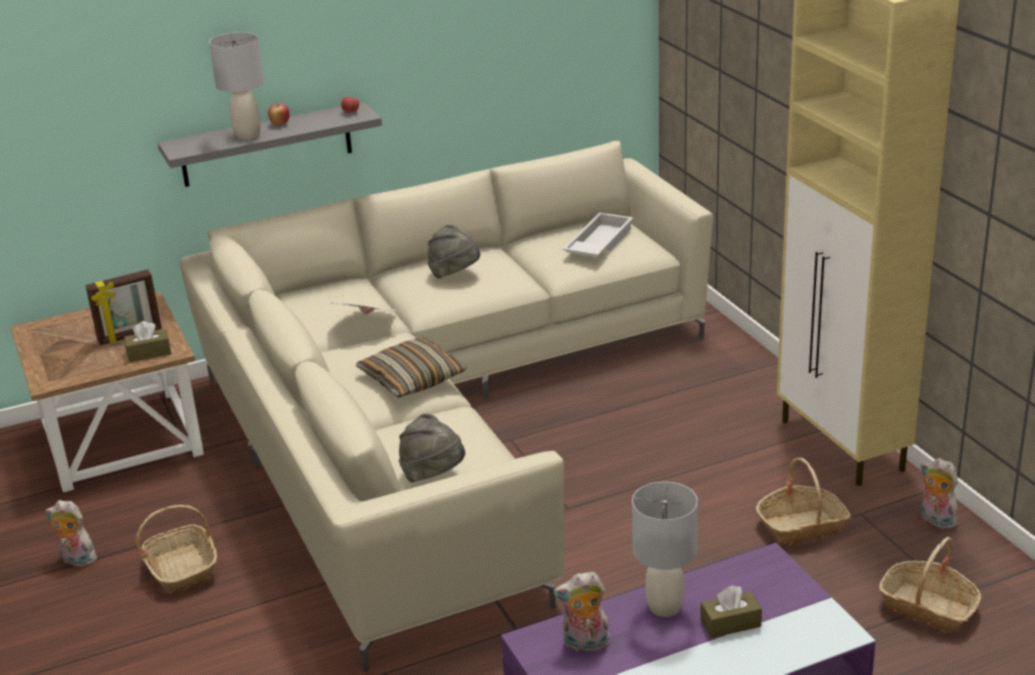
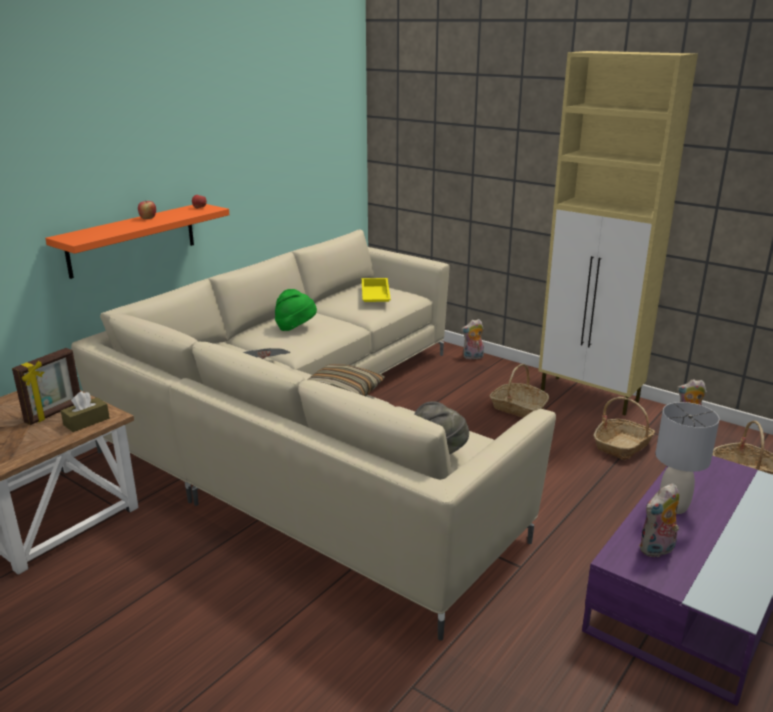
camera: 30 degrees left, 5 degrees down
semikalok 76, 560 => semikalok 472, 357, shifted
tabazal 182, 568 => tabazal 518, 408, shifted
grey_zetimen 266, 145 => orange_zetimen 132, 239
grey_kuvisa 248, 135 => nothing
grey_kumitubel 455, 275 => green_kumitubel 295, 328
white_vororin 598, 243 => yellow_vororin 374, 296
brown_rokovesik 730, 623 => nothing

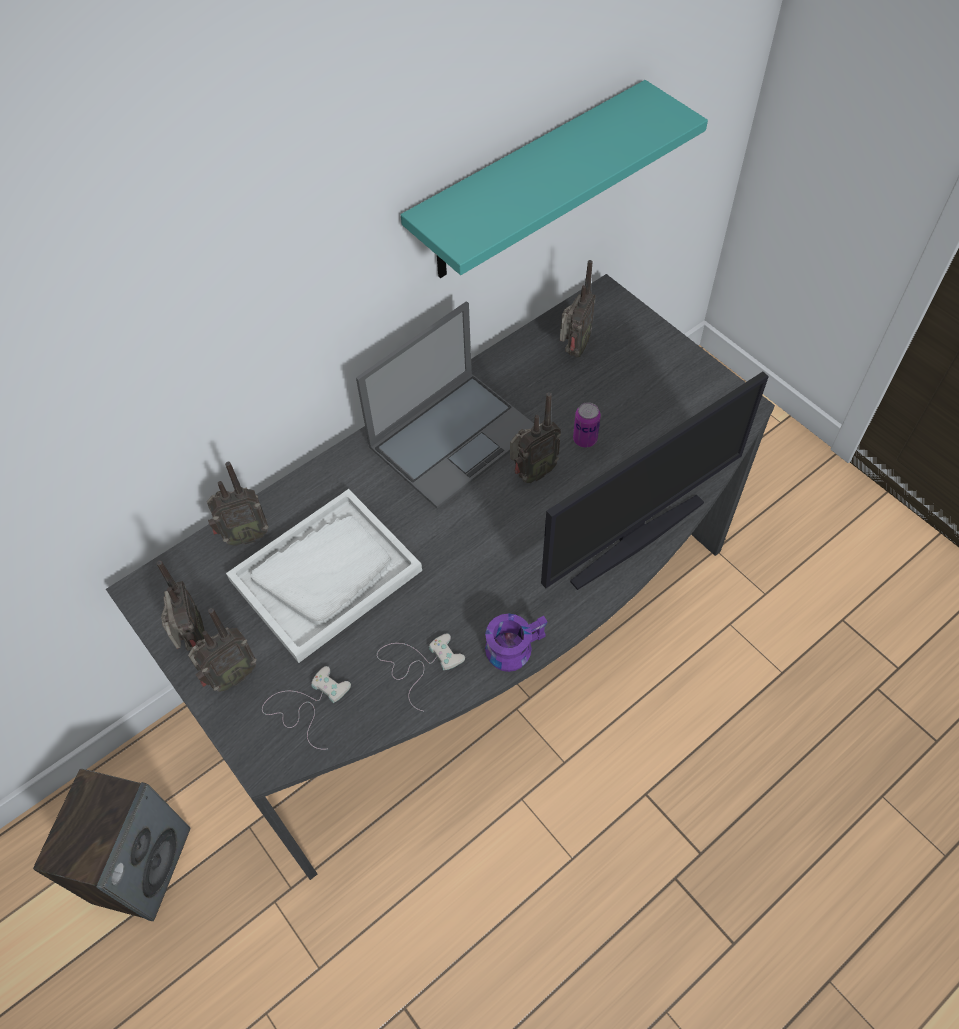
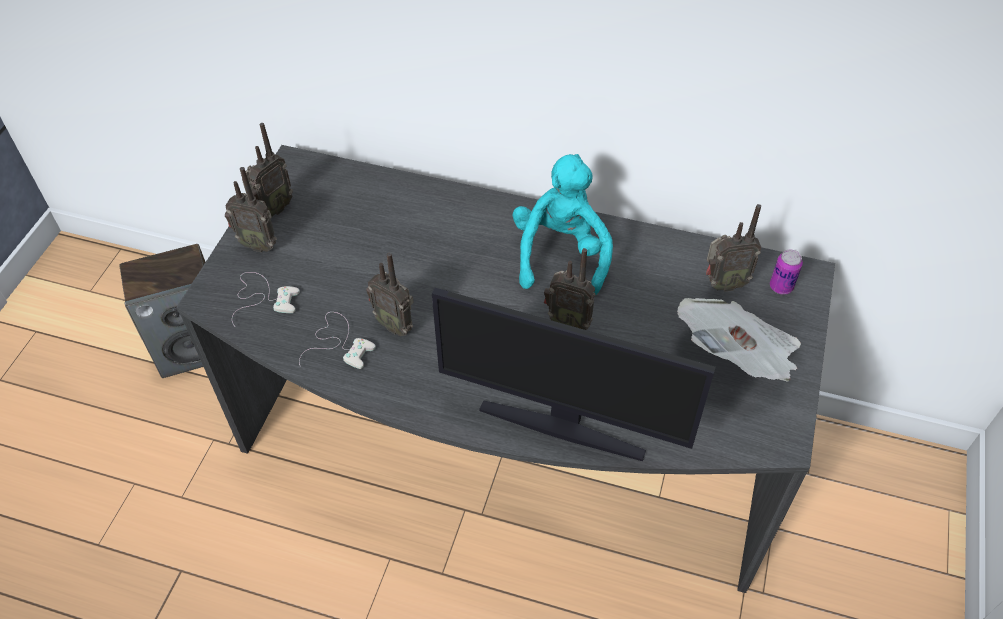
camera: 55 degrees right, 5 degrees down
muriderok 244, 535 => muriderok 395, 324, shifted
white_vororin 326, 575 => nothing
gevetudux 454, 437 => turquoise_semikalok 561, 254
turquoise_zetimen 528, 185 => nothing
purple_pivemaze 513, 646 => nothing
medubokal 585, 439 => medubokal 781, 286, shifted
nothing => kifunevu 737, 357

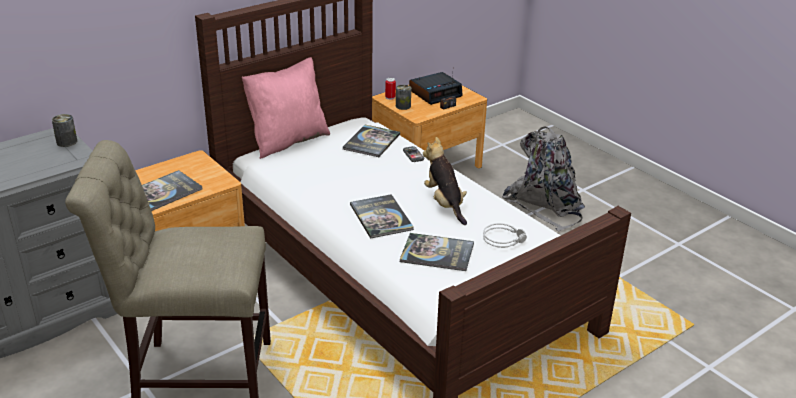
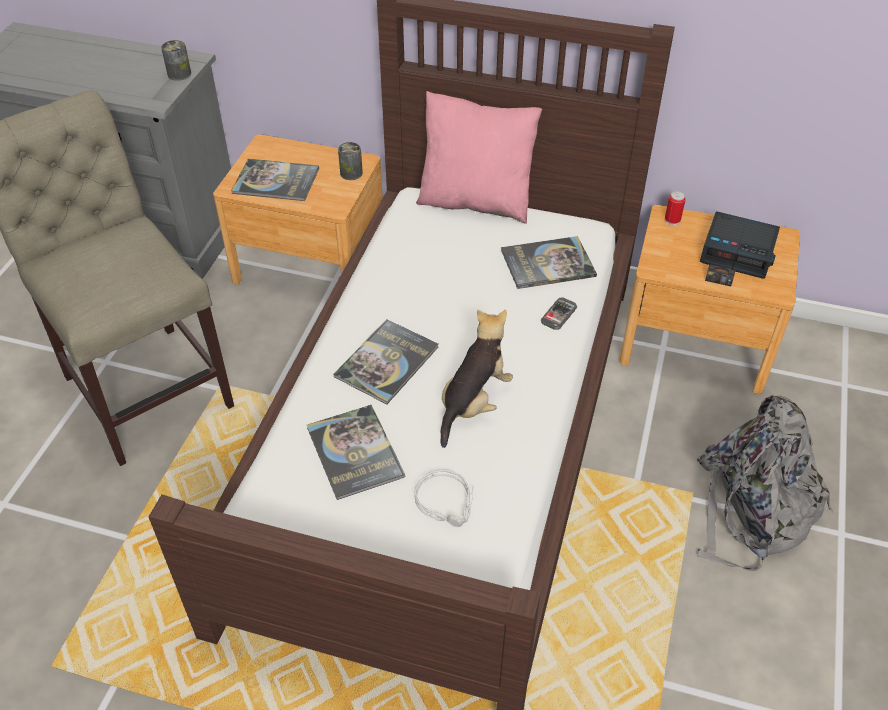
camera: 55 degrees right, 15 degrees up
medubokal 403, 106 => medubokal 351, 173, shifted

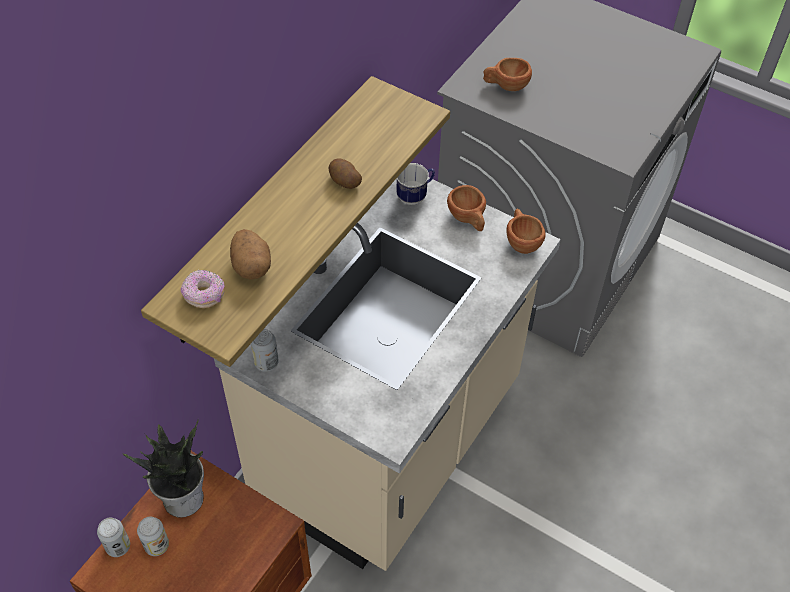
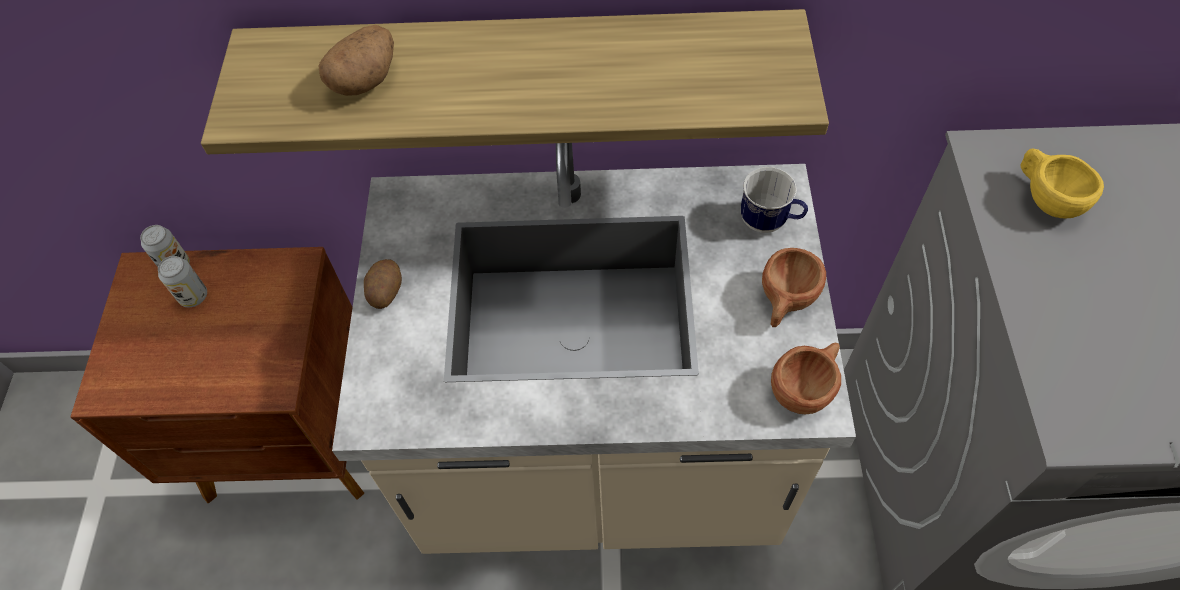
camera: 60 degrees right, 5 degrees up
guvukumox 183, 497 => nothing
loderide 204, 295 => nothing
medubokal 266, 363 => nothing
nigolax 344, 181 => nigolax 385, 291, shifted
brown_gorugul 505, 86 => yellow_gorugul 1045, 198

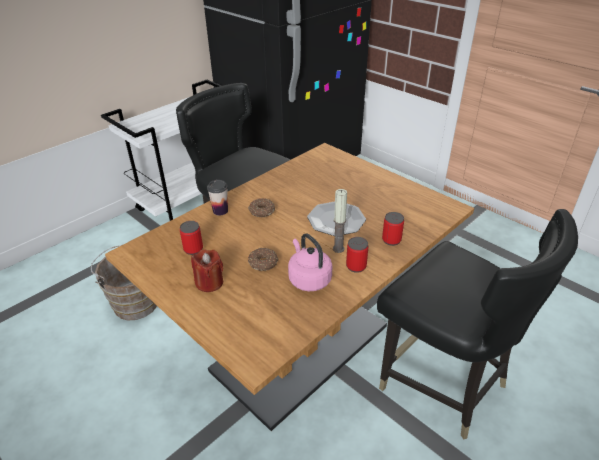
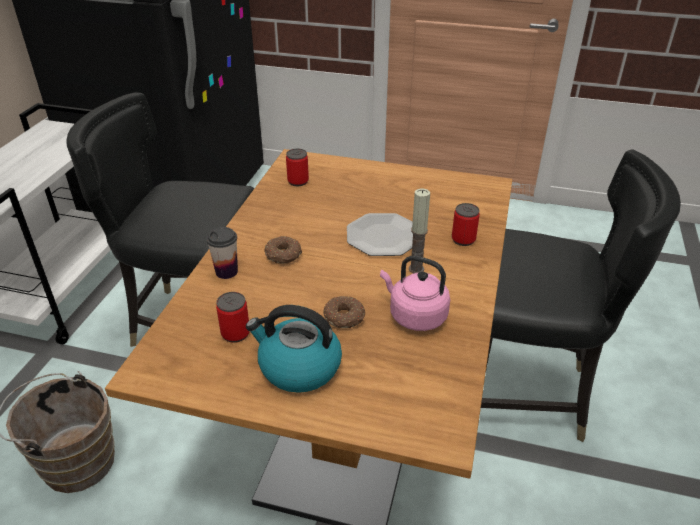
camera: 30 degrees left, 0 degrees up
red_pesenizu 209, 282 => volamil 298, 367
medubokal 356, 266 => medubokal 298, 181, shifted

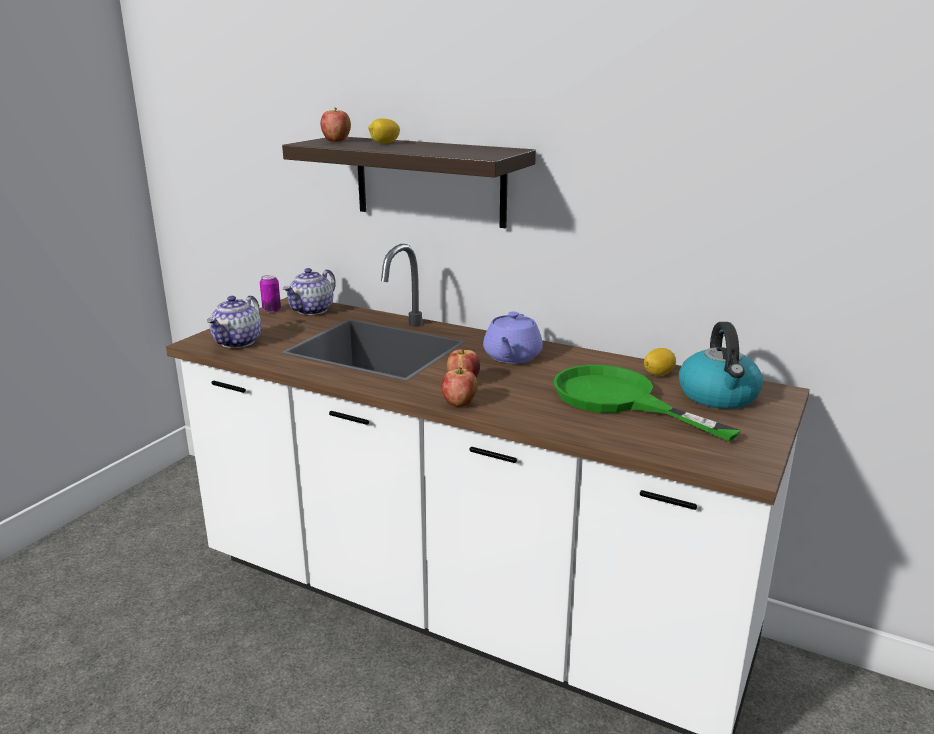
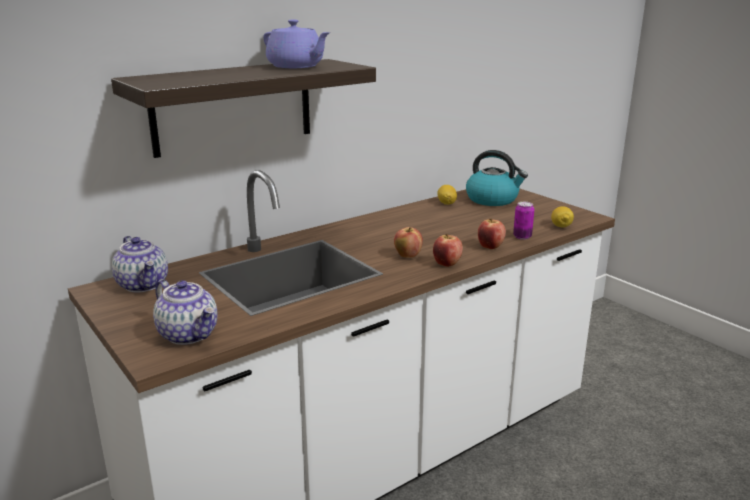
camera: 65 degrees left, 0 degrees up
medubokal 271, 310 => medubokal 522, 237, shifted
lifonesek 336, 141 => lifonesek 490, 247, shifted
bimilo 384, 143 => bimilo 561, 226, shifted
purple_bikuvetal 512, 357 => purple_bikuvetal 296, 66, shifted
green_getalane 618, 400 => nothing

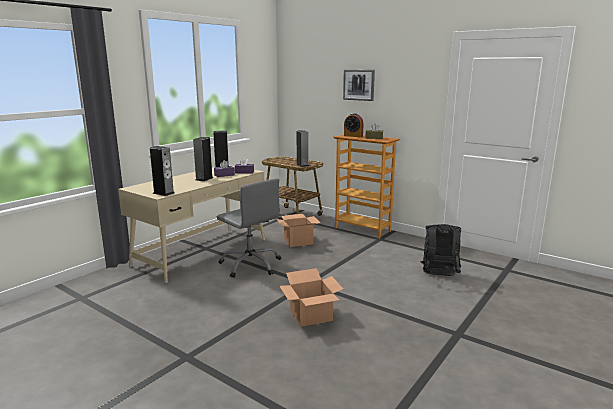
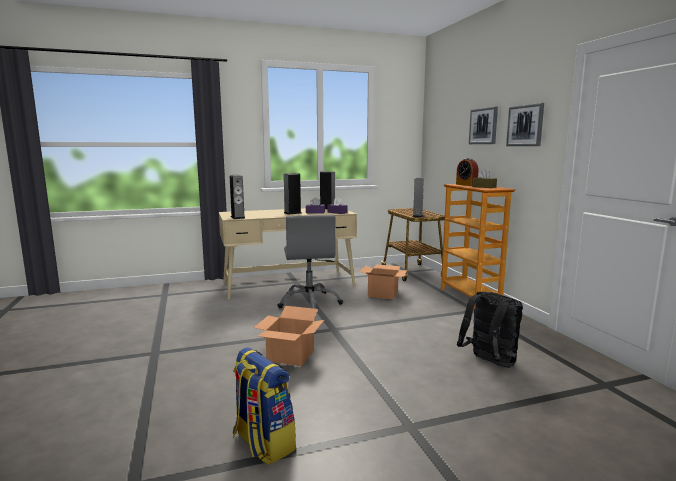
camera: 35 degrees right, 5 degrees down
nothing => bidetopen 262, 443
nothing => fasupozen 525, 125

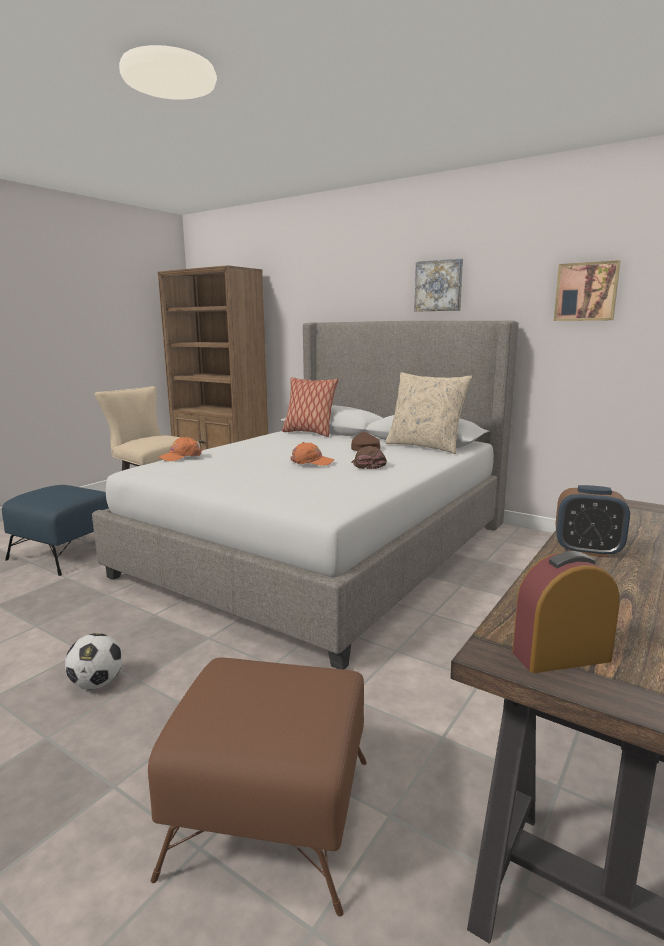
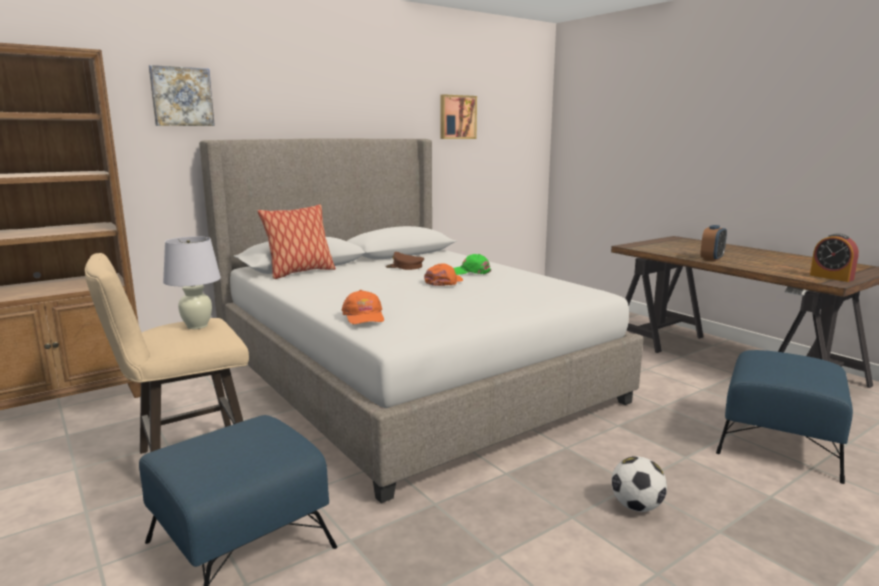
camera: 70 degrees left, 0 degrees up
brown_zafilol 272, 815 => blue_zafilol 779, 443
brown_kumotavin 367, 465 => green_kumotavin 470, 272
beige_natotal 425, 446 => nothing
fasupozen 439, 286 => fasupozen 181, 97, shifted
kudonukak 561, 656 => kudonukak 831, 277, 45 degrees counterclockwise
nothing => white_kuvisa 197, 326

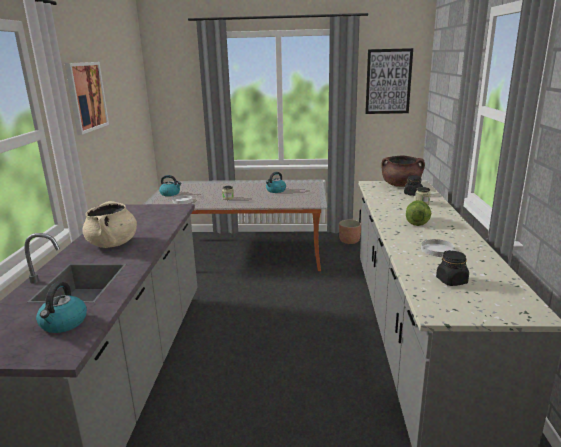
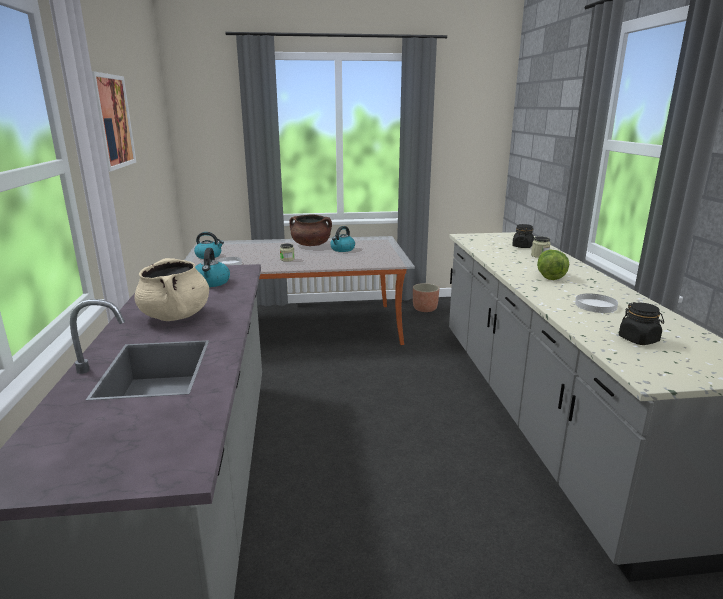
camera: 10 degrees left, 0 degrees up
volamil 63, 323 => volamil 211, 283, shifted
fasupozen 388, 81 => nothing
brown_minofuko 401, 185 => brown_minofuko 311, 245, shifted

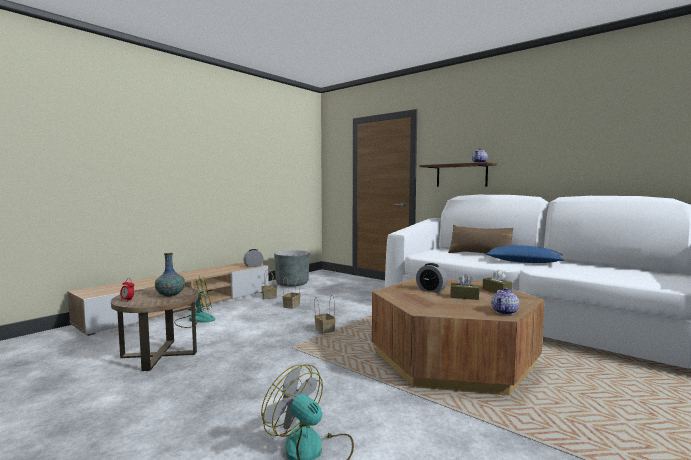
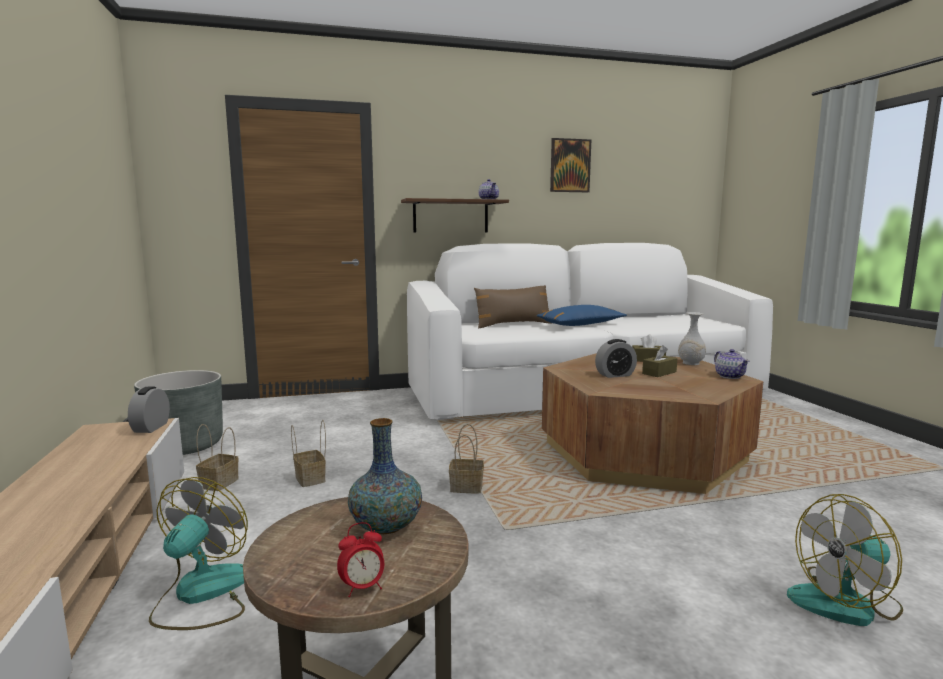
camera: 55 degrees left, 5 degrees up
nothing => fasupozen 570, 165
nothing => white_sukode 690, 363

